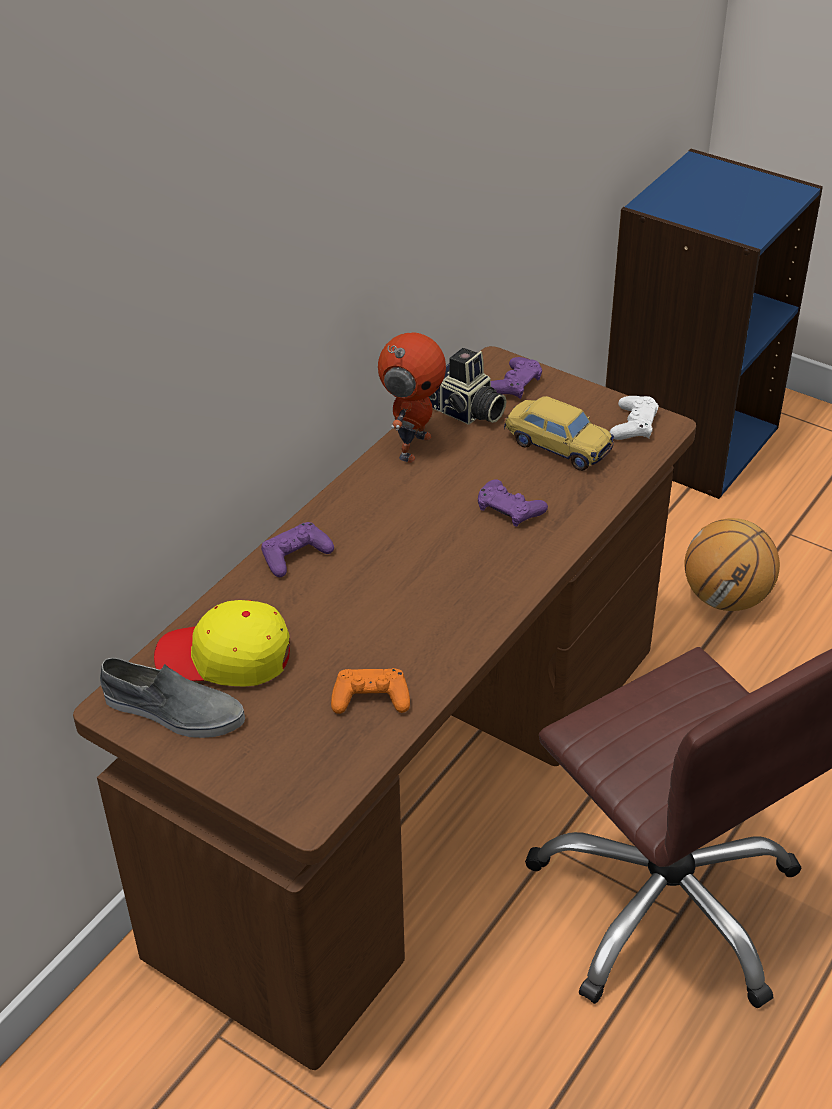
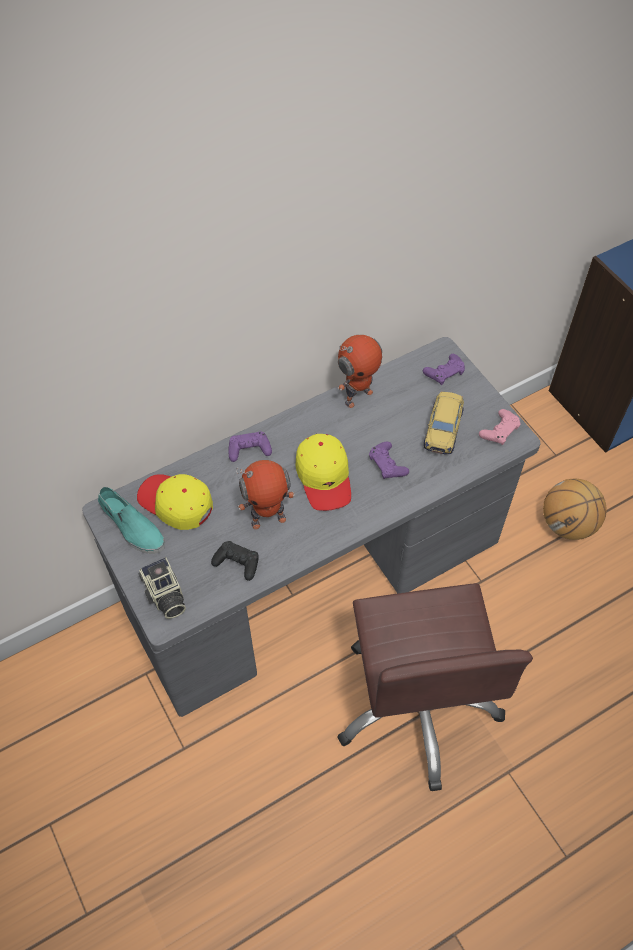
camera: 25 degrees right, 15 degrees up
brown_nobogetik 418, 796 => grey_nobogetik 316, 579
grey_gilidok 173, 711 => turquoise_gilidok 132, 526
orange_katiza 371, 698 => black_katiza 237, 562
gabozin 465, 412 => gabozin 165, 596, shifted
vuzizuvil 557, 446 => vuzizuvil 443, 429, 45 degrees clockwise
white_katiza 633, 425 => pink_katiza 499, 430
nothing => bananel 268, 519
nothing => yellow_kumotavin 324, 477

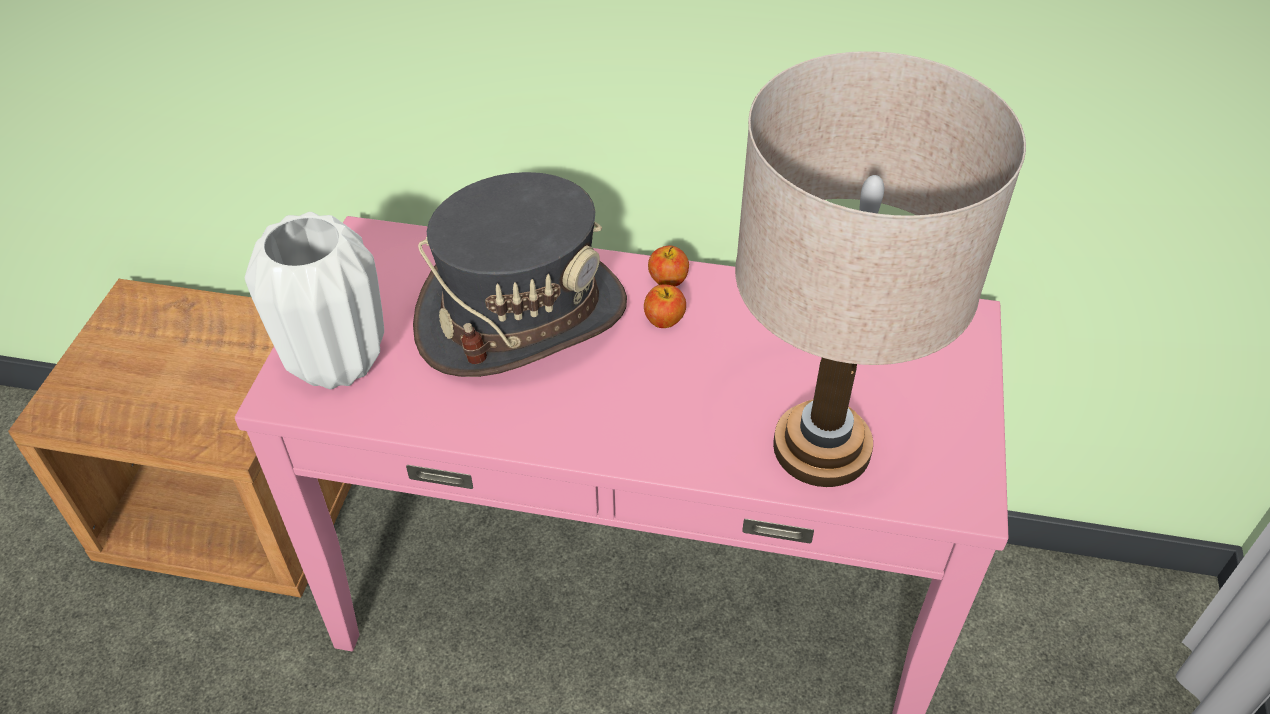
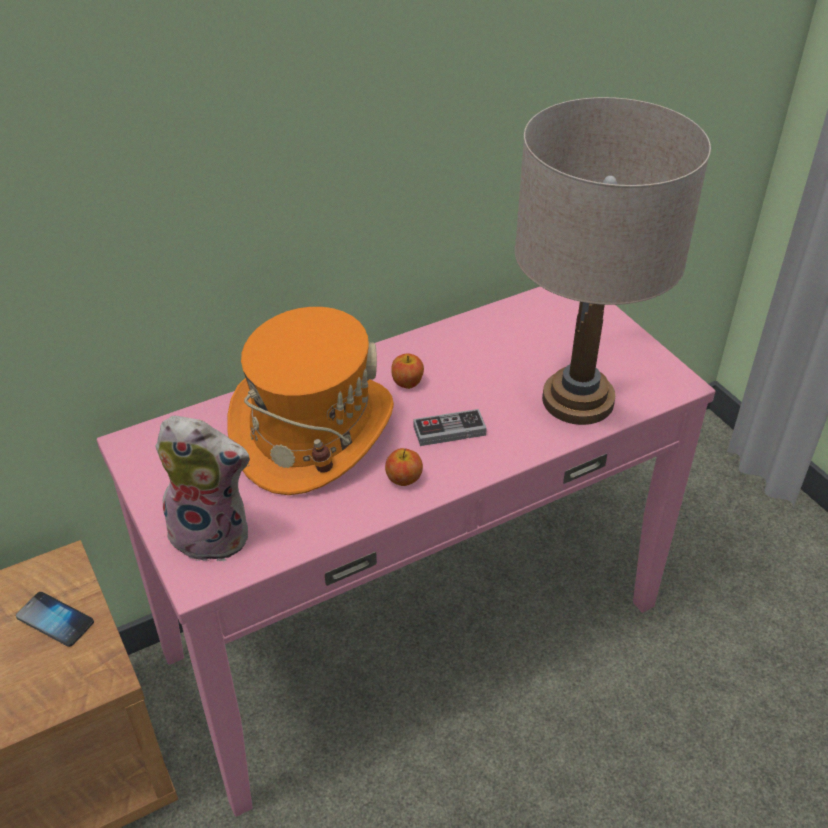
camera: 40 degrees left, 5 degrees down
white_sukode 335, 363 => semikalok 214, 534
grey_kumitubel 521, 316 => orange_kumitubel 312, 430
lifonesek 668, 280 => lifonesek 404, 479, shifted
nothing => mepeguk 55, 620
nothing => katiza 449, 430

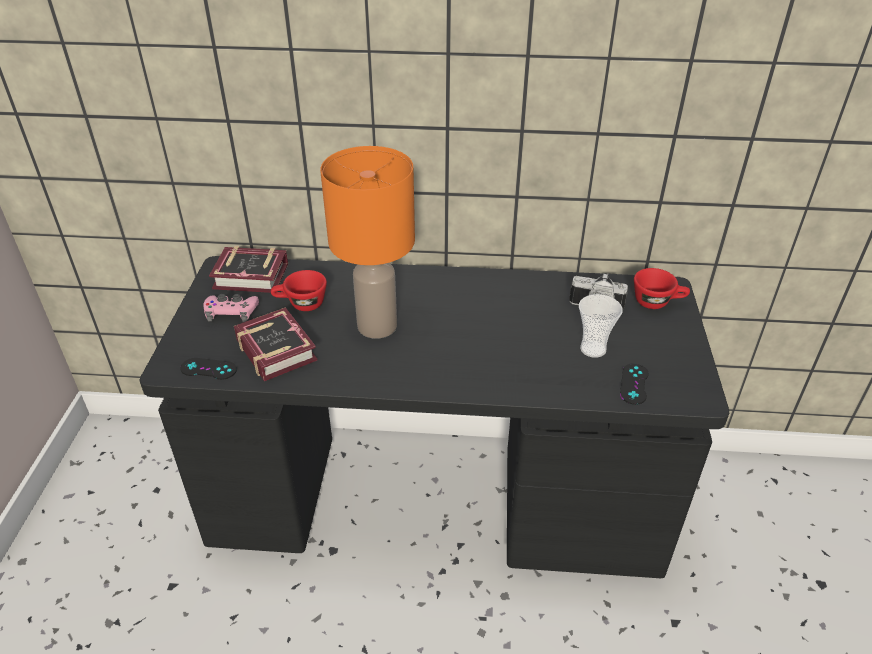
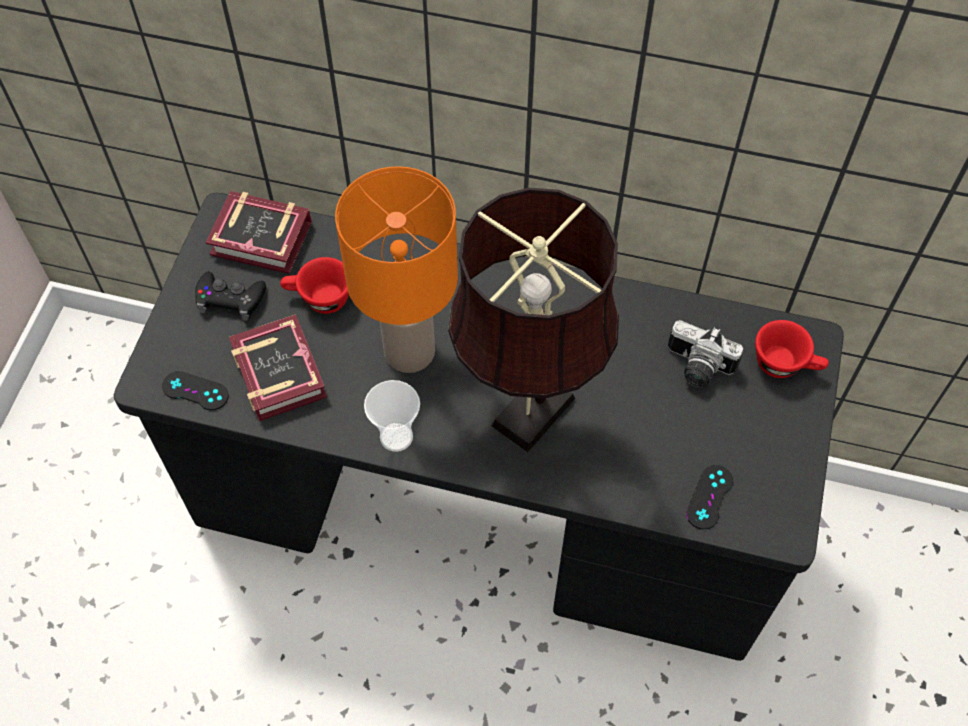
camera: 10 degrees right, 20 degrees up
pink_katiza 231, 312 => black_katiza 230, 299
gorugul 593, 349 => gorugul 396, 437, shifted
nothing => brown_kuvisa 527, 418

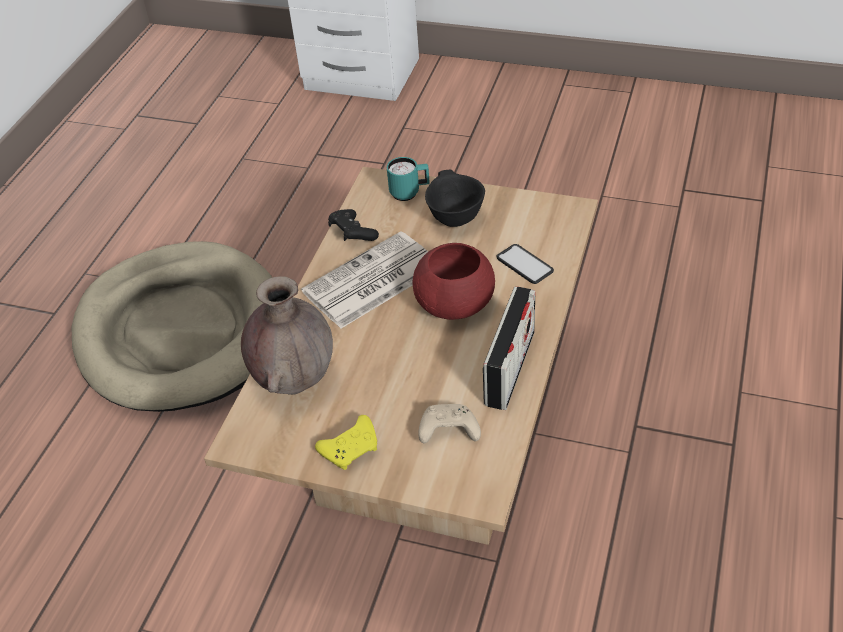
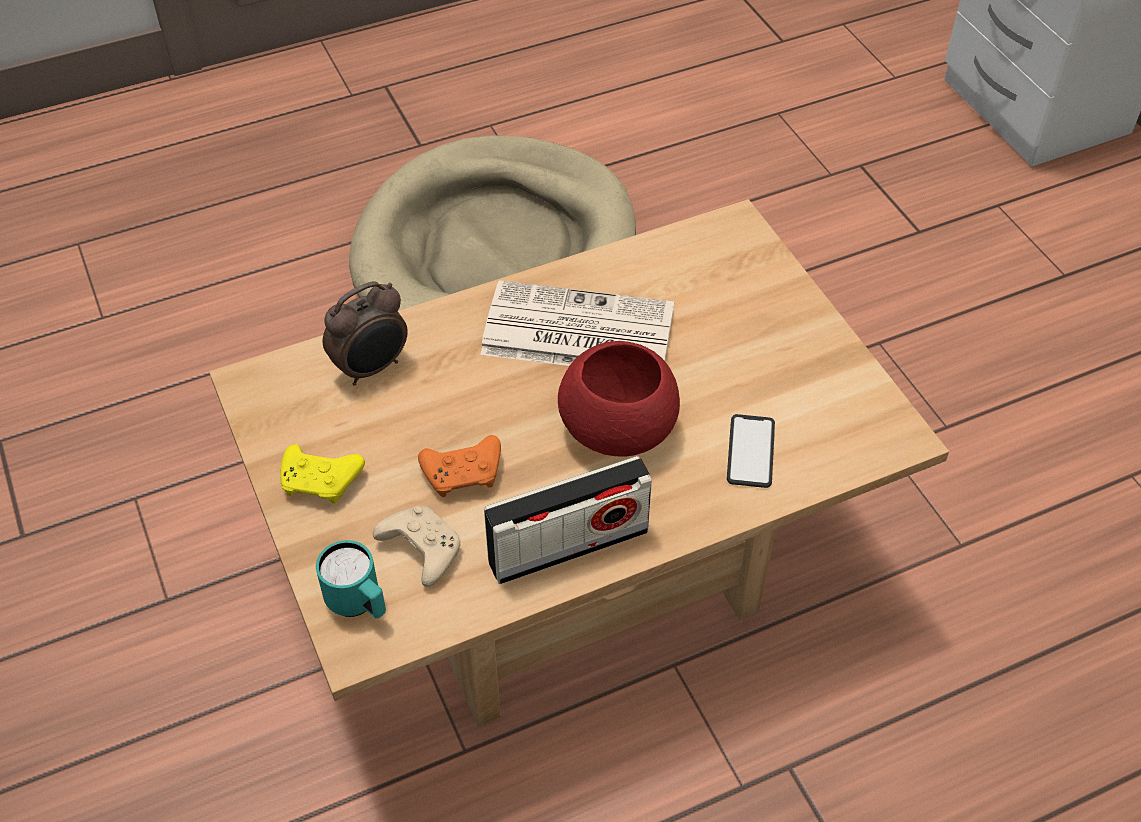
camera: 45 degrees right, 5 degrees up
brown_sukode 294, 380 => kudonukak 372, 368
black_katiza 352, 234 => nothing
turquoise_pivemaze 409, 193 => turquoise_pivemaze 359, 604, shifted
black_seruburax 454, 218 => nothing
nothing => orange_katiza 464, 473

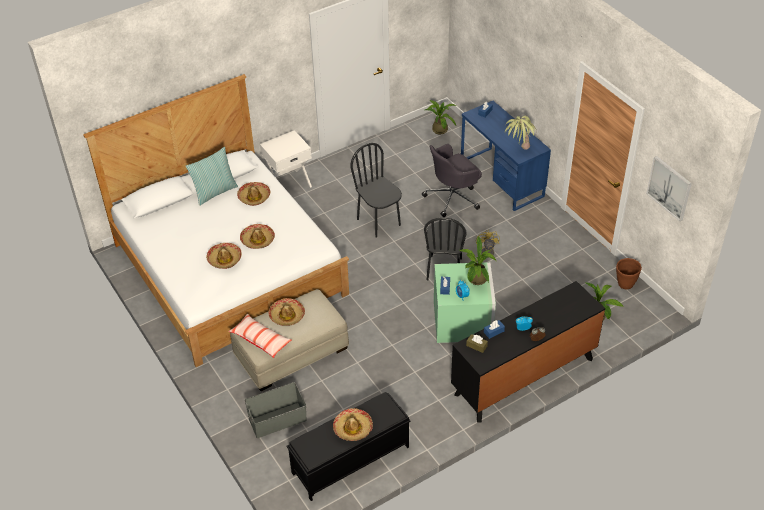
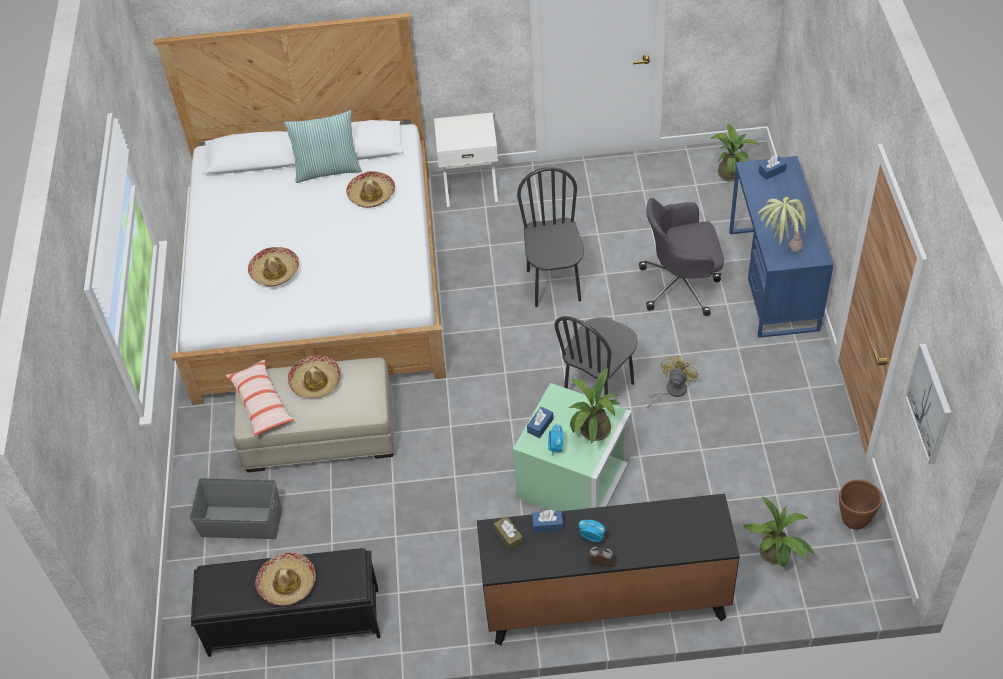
camera: 30 degrees right, 5 degrees up
kumitubel 257, 240 => nothing

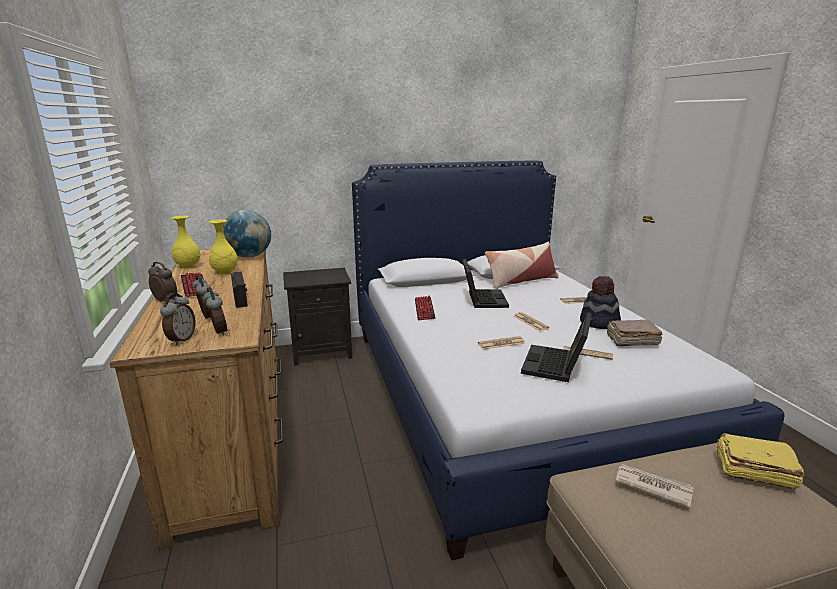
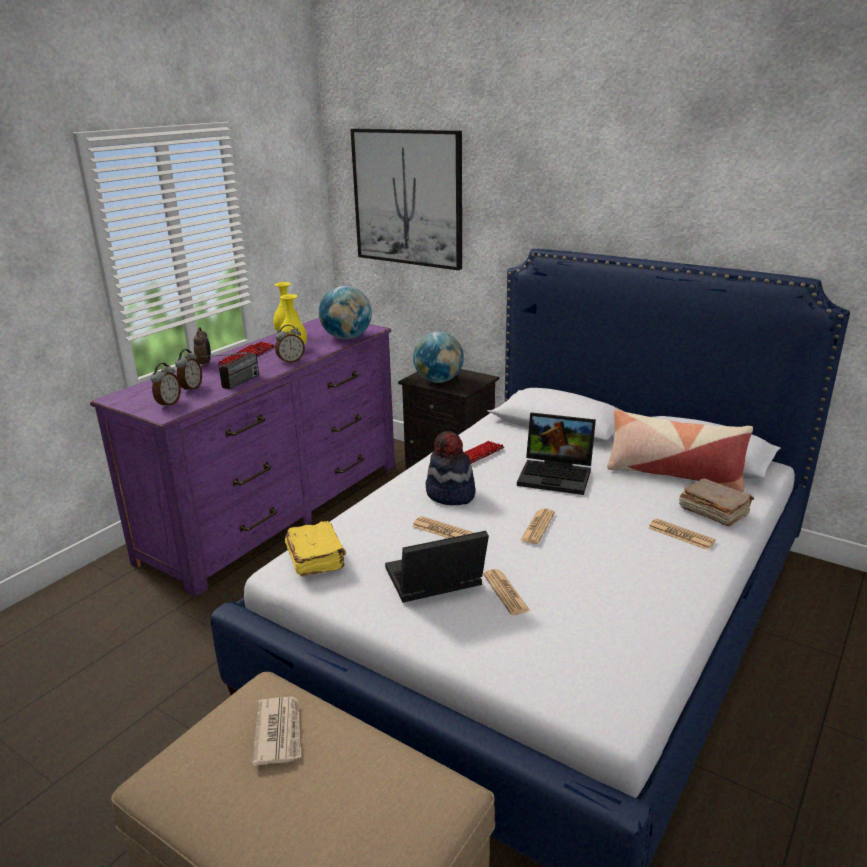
camera: 50 degrees right, 5 degrees up
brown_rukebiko 234, 432 => purple_rukebiko 277, 510
kudonukak 181, 339 => kudonukak 291, 361, shifted
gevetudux 482, 299 => gevetudux 557, 475, 60 degrees clockwise
kumitubel 599, 323 => kumitubel 450, 494, shifted
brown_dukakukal 631, 341 => brown_dukakukal 713, 511, shifted
yellow_dukakukal 753, 471 => yellow_dukakukal 316, 558, shifted
nothing => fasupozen 408, 198
nothing => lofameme 438, 381

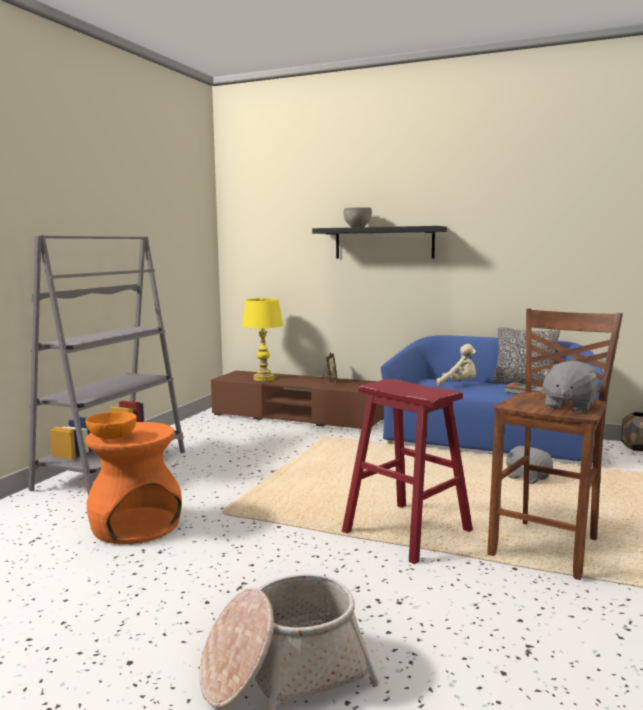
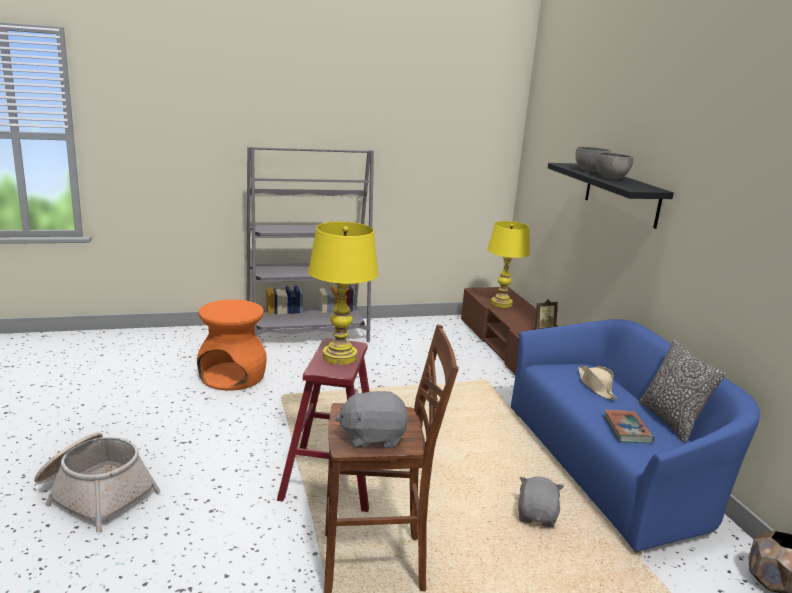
camera: 50 degrees right, 10 degrees up
orange_seruburax 113, 436 => nothing
beige_semikalok 459, 384 => beige_kumitubel 596, 386
nothing => yellow_kuvisa 339, 357
nothing => grey_seruburax 611, 178

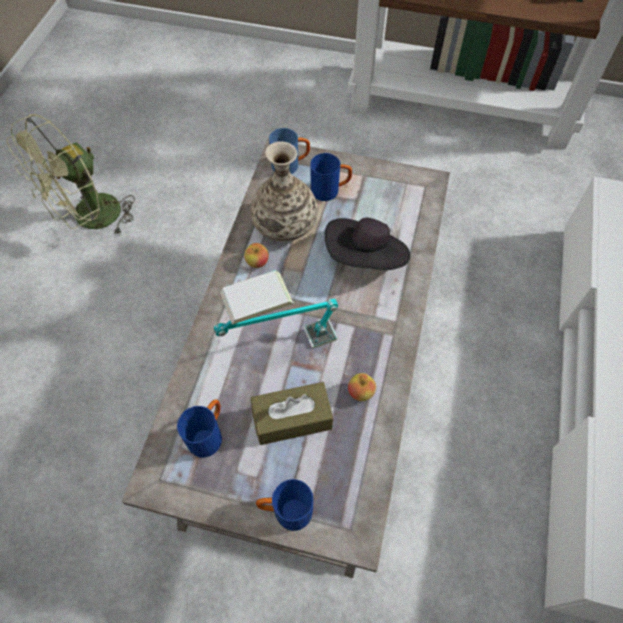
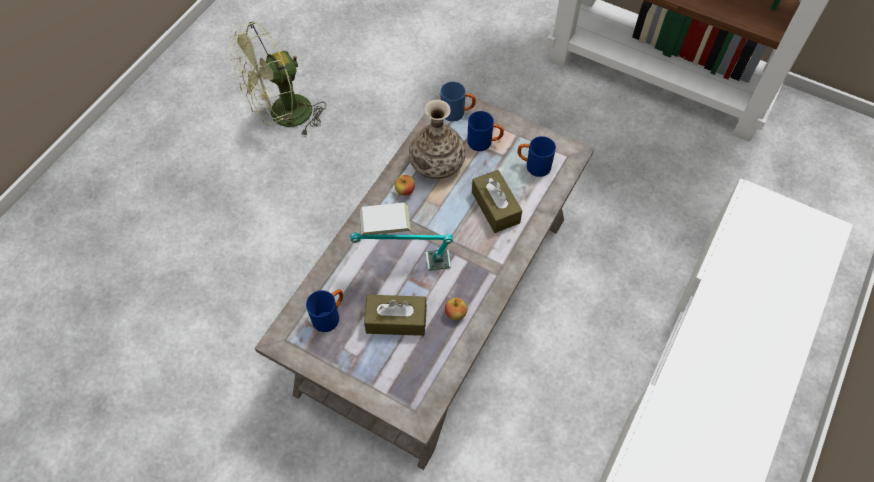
camera: 15 degrees right, 0 degrees up
blue_pivemaze 285, 511 => blue_pivemaze 533, 166, shifted
black_kumitubel 366, 258 => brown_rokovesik 495, 207

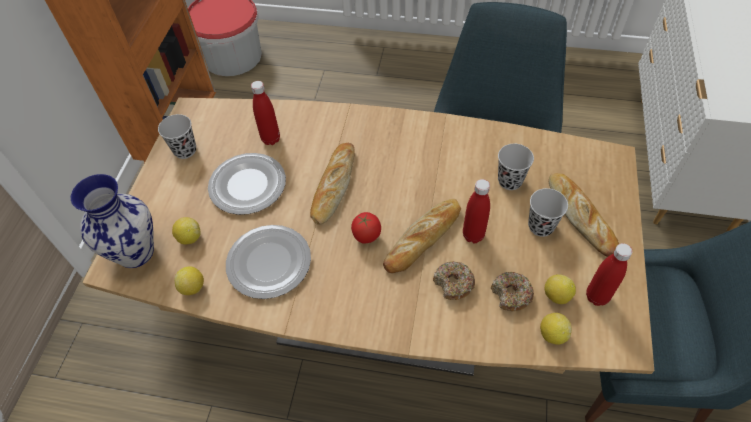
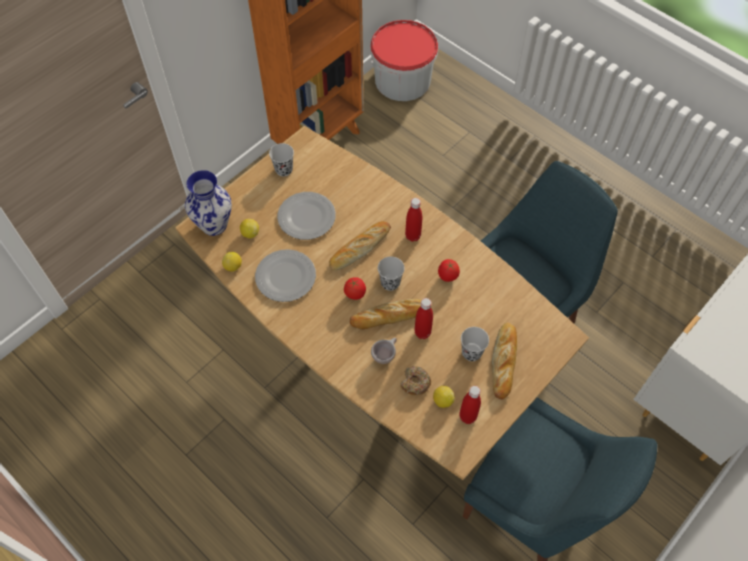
camera: 30 degrees right, 5 degrees up
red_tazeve 271, 139 => red_tazeve 413, 236, shifted
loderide 453, 284 => beige_gorugul 385, 355
black_gorugul 510, 181 => black_gorugul 390, 283, shifted
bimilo 552, 334 => nothing
nothing => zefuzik 447, 277

